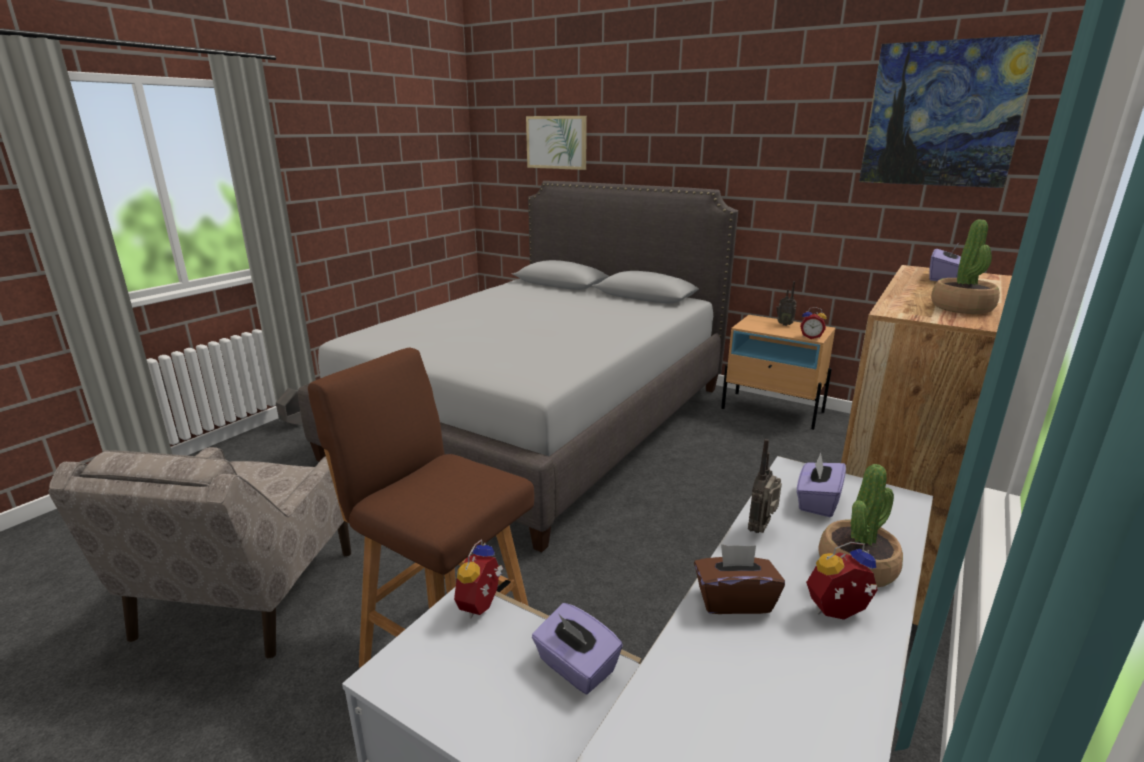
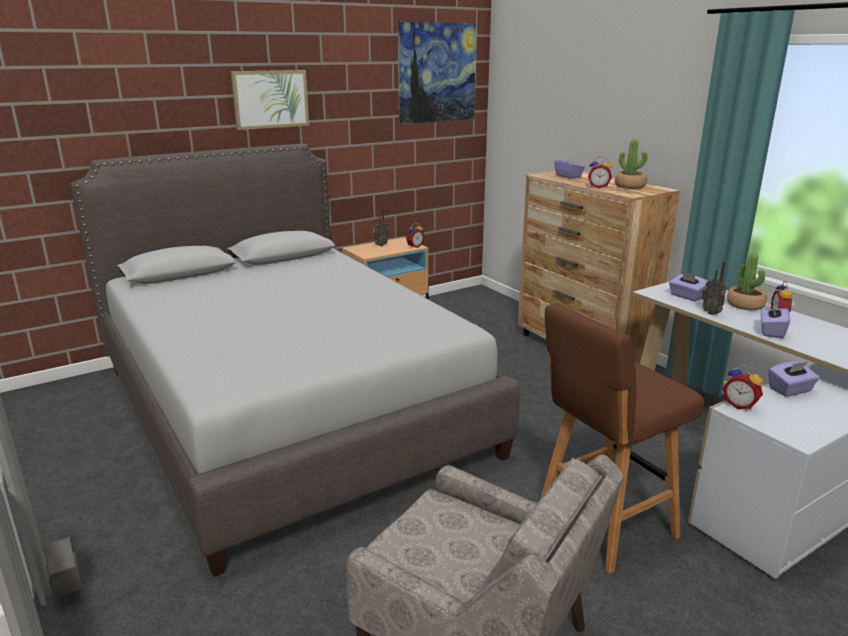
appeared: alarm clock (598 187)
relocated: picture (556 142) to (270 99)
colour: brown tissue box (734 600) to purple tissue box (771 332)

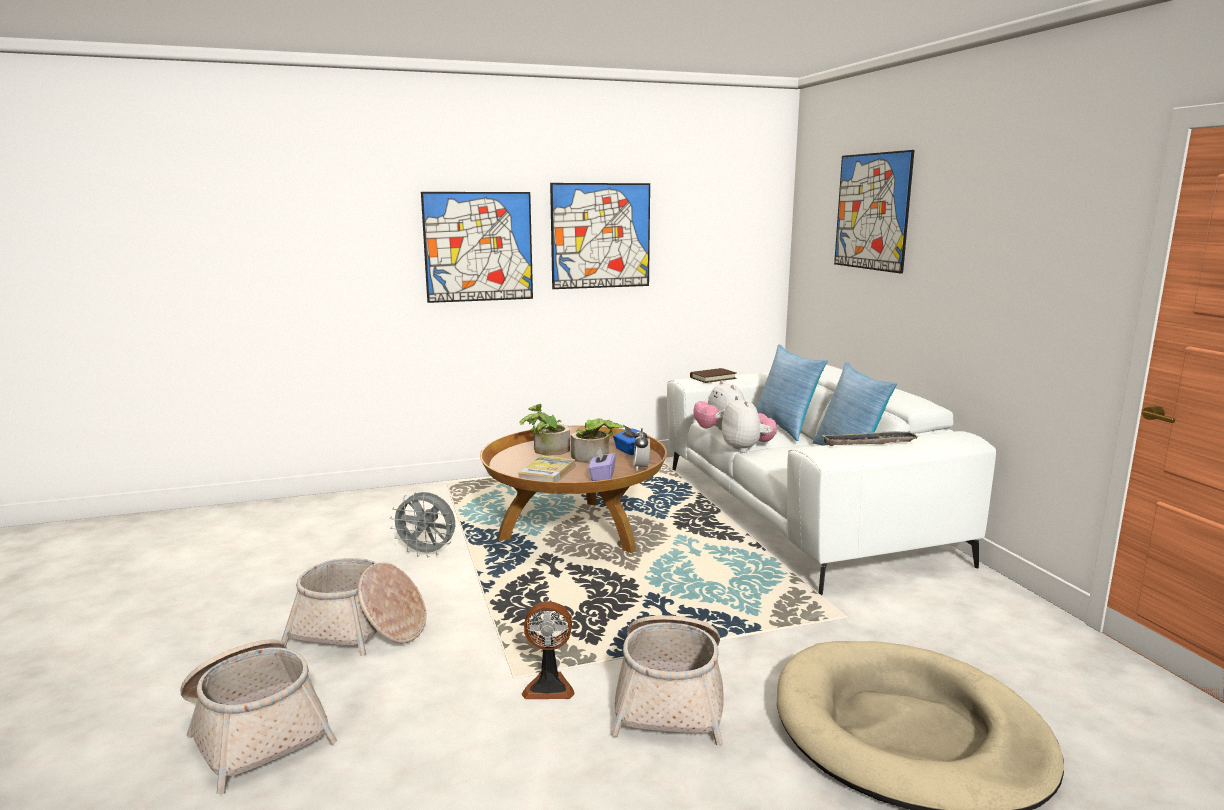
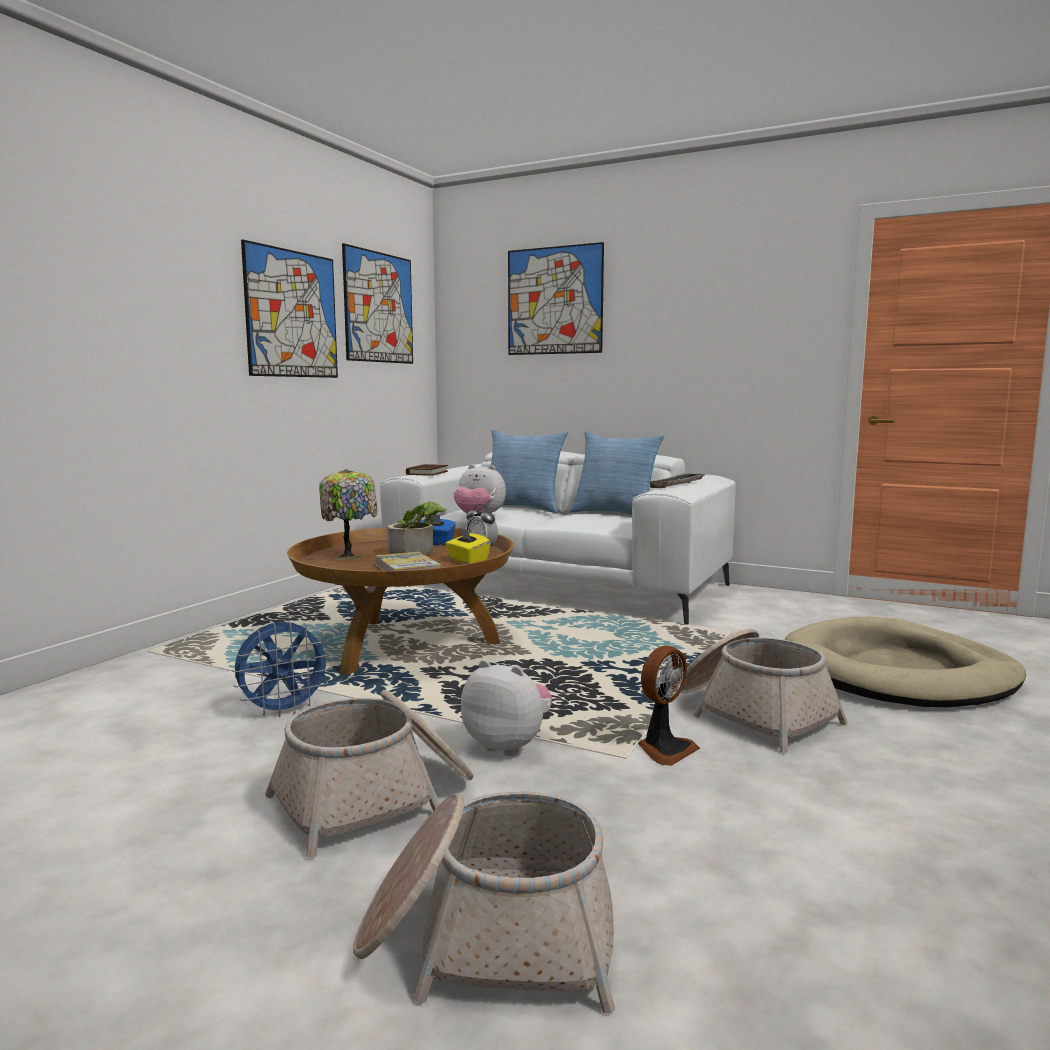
relocated: picture (478 247) to (379 307); plush toy (746 449) to (508 745)
exchanged: potted plant (546 450) to table lamp (350 557)
colour: grey fan (427 553) to blue fan (284 711); purple tissue box (602 477) to yellow tissue box (467 561)

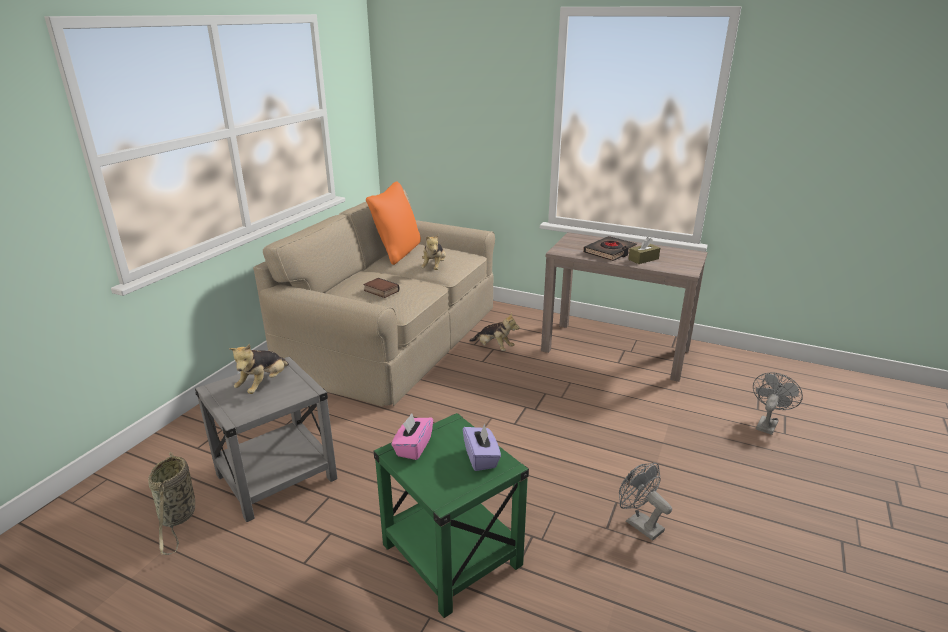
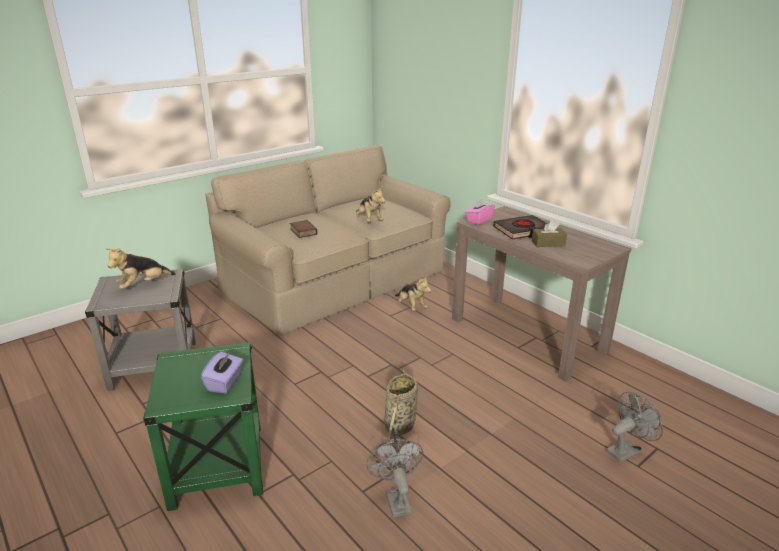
missing: orange pillow (397 252)
relocated: basket (178 517) to (399 428); pink tissue box (413 447) to (479 220)
spun: plush toy (434 267) = (369 220) 60 degrees counterclockwise

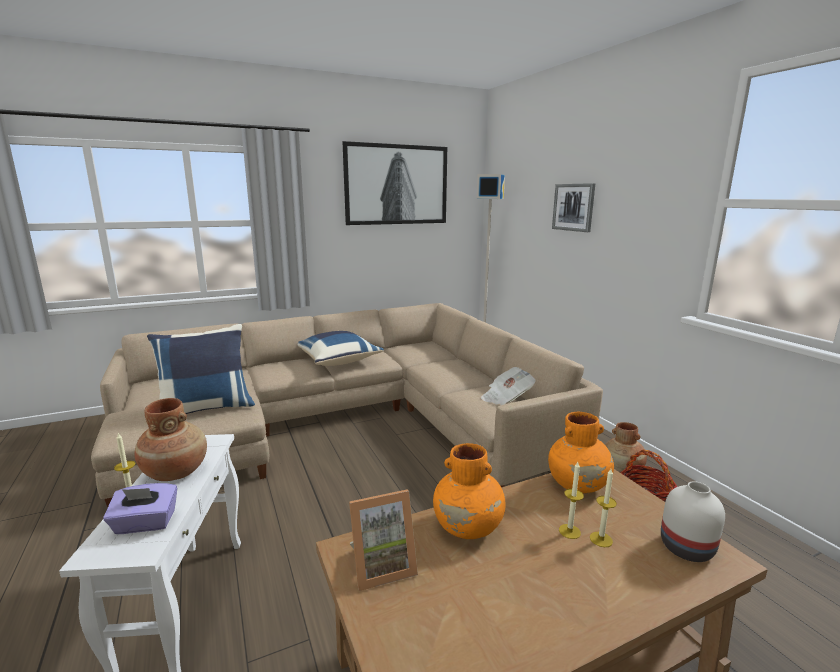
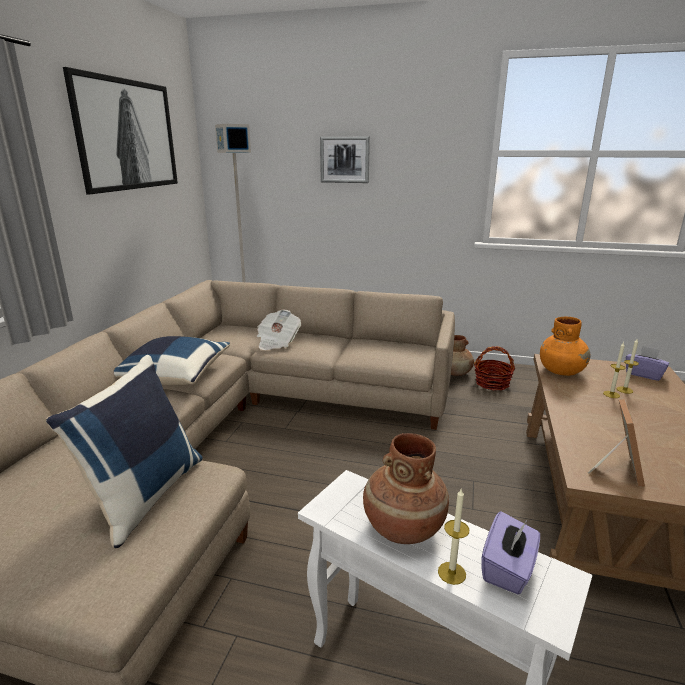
missing: orange vase (468 528)
relocated: newspaper (506 398) to (277 342)
exchanged: white vase (685 547) to purple tissue box (643 374)

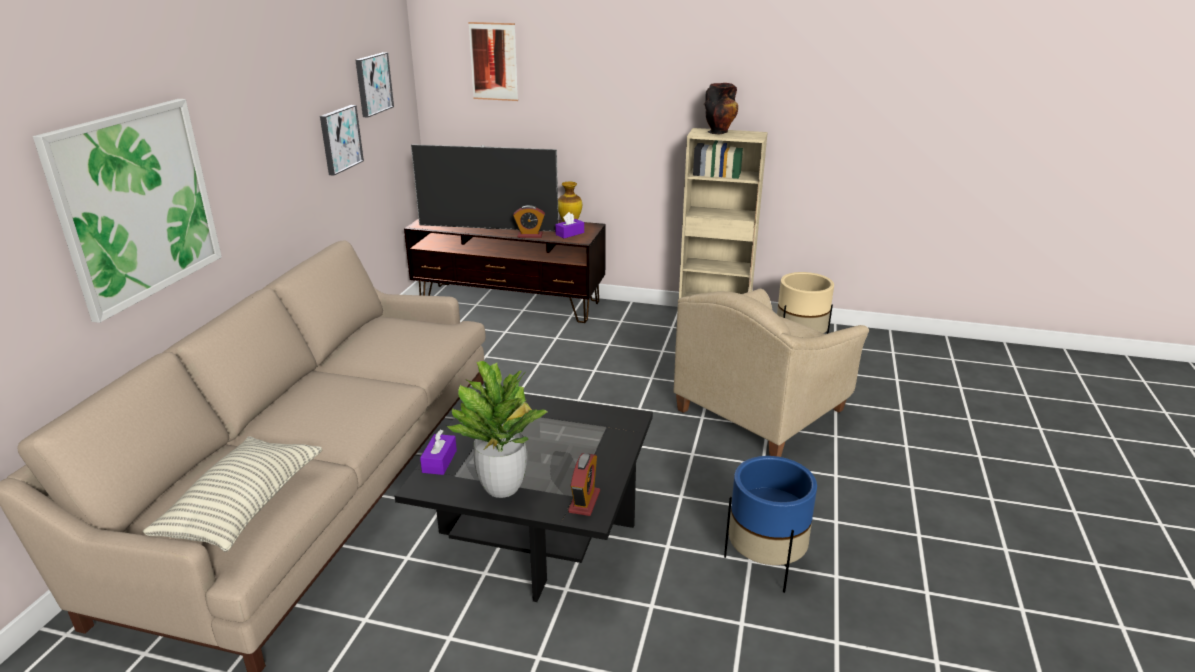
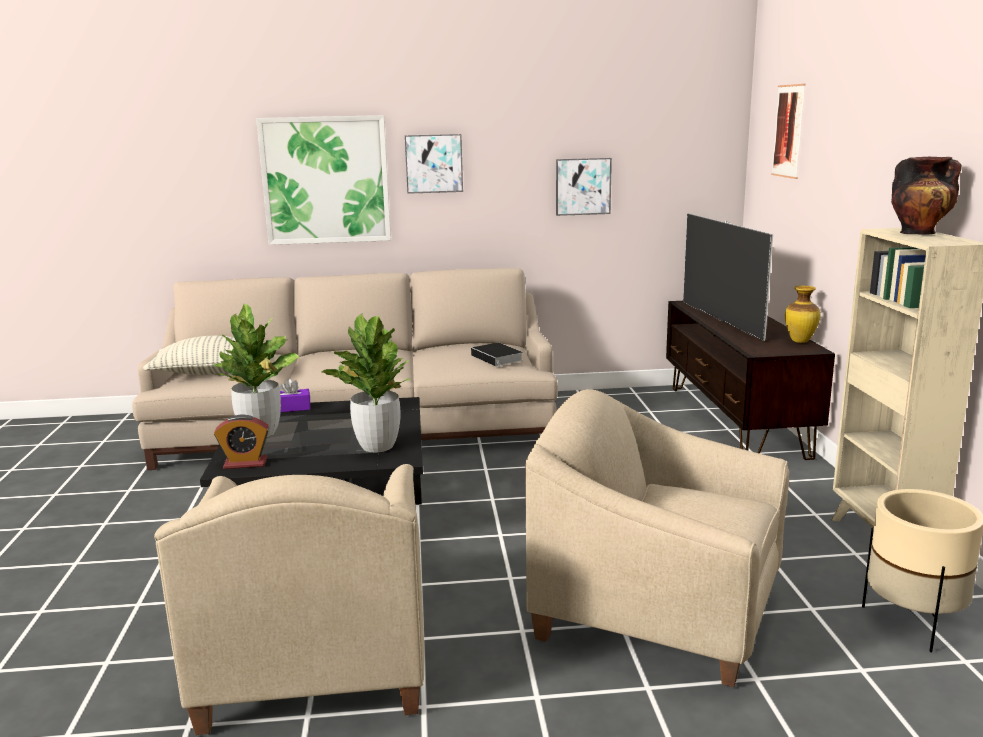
missing: alarm clock (530 235); purple tissue box (570 233)
appeared: potted plant (377 446); book (498 358)
relocated: picture (372 84) to (434 163)
exchanged: blue planter (764 563) to beige armchair (316 657)

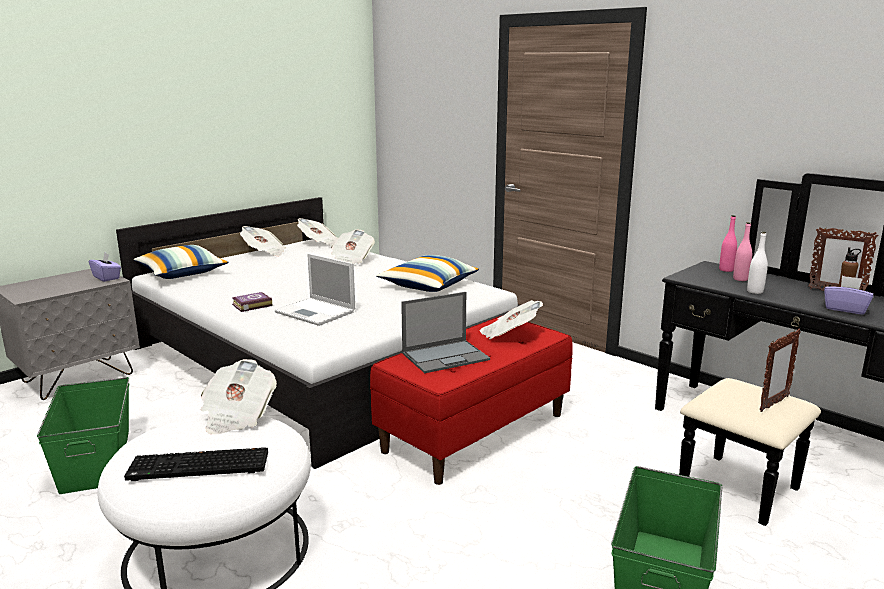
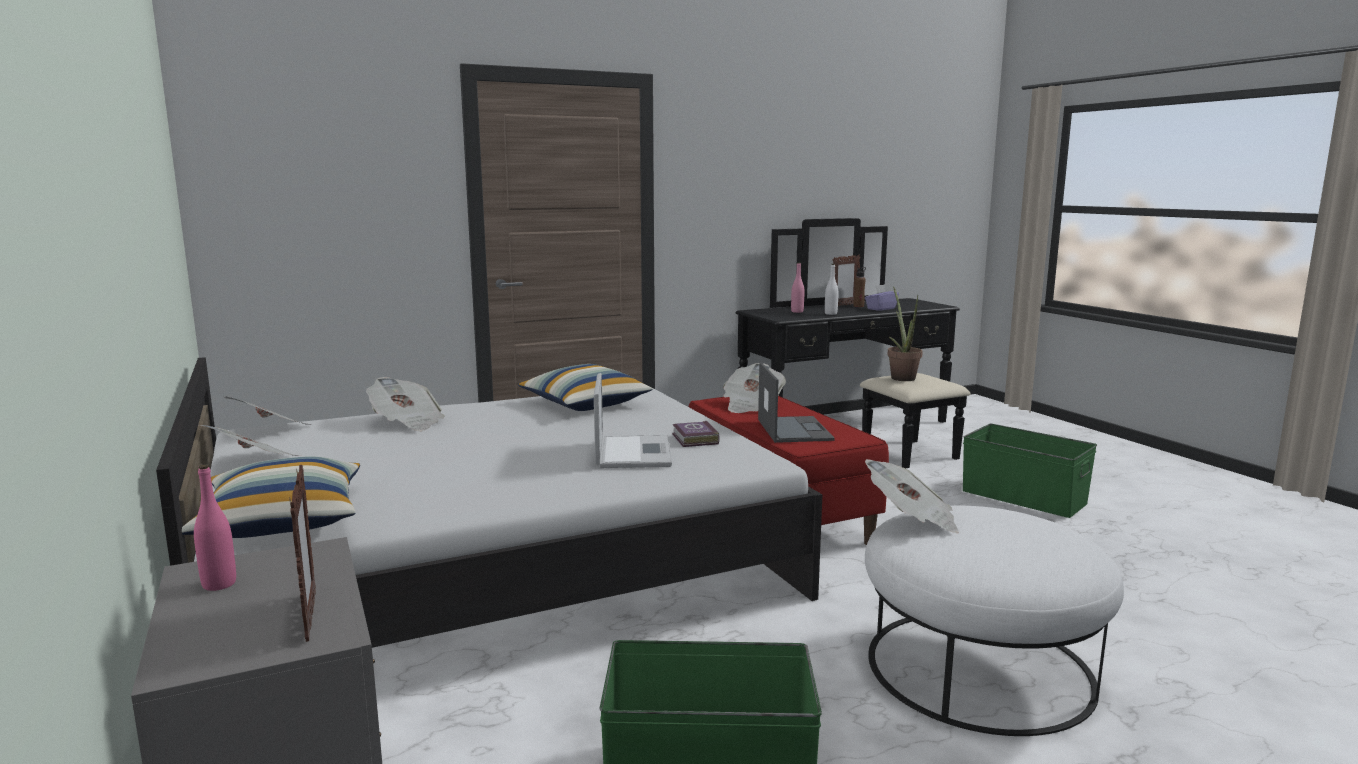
missing: purple tissue box (107 277); keyboard (197 467)
appeared: potted plant (901 377)
relocated: pink bottle (726 270) to (219 584); picture frame (773 404) to (310 617); book (251 305) to (694 439)
spun: laptop (316 312) = (632 452) 60 degrees counterclockwise

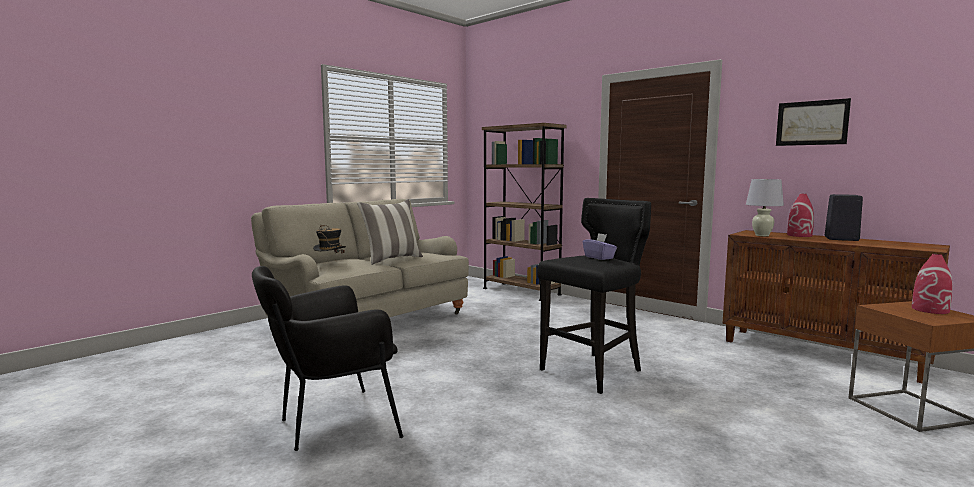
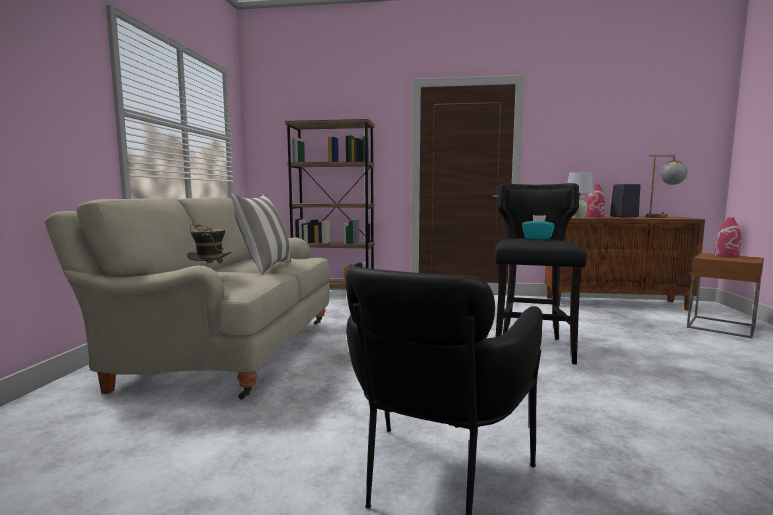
missing: picture (811 123)
appeared: table lamp (663 217)
colour: purple tissue box (599 257) to turquoise tissue box (537 238)

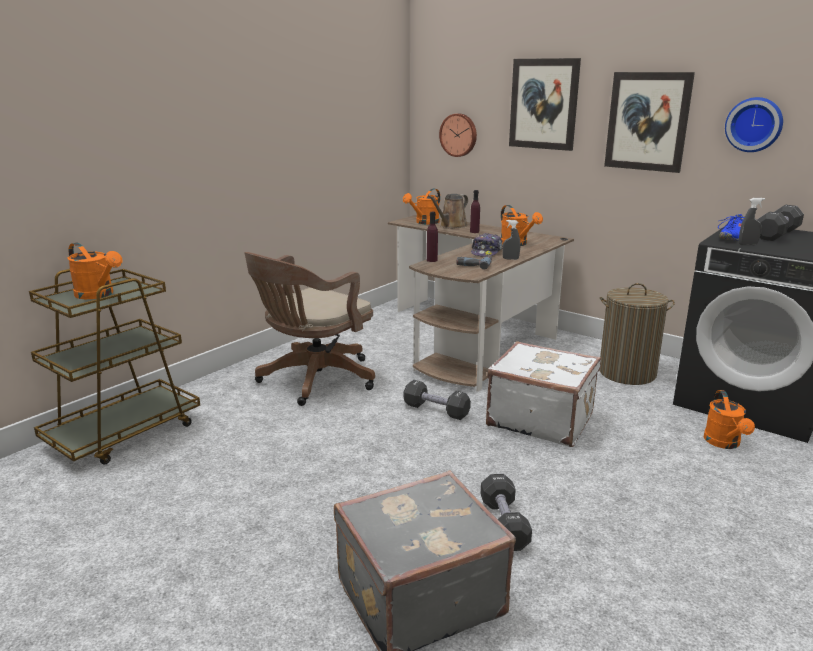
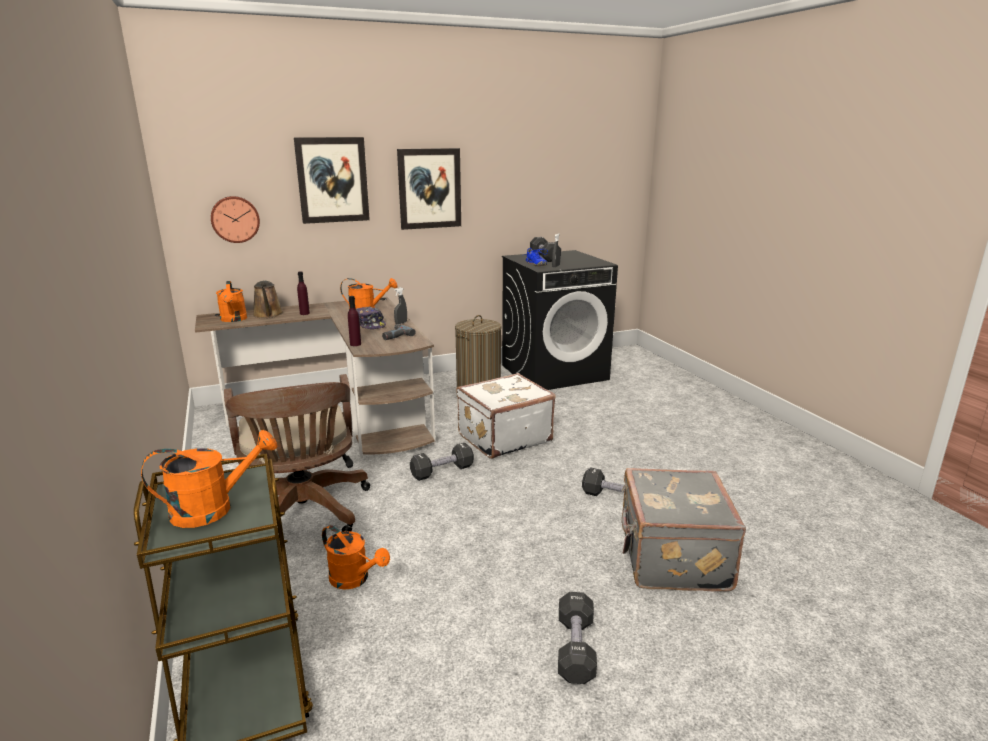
missing: wall clock (754 124)
appeared: black dumbbell (575 649)
relocated: orange watering can (724 443) to (355 579)

